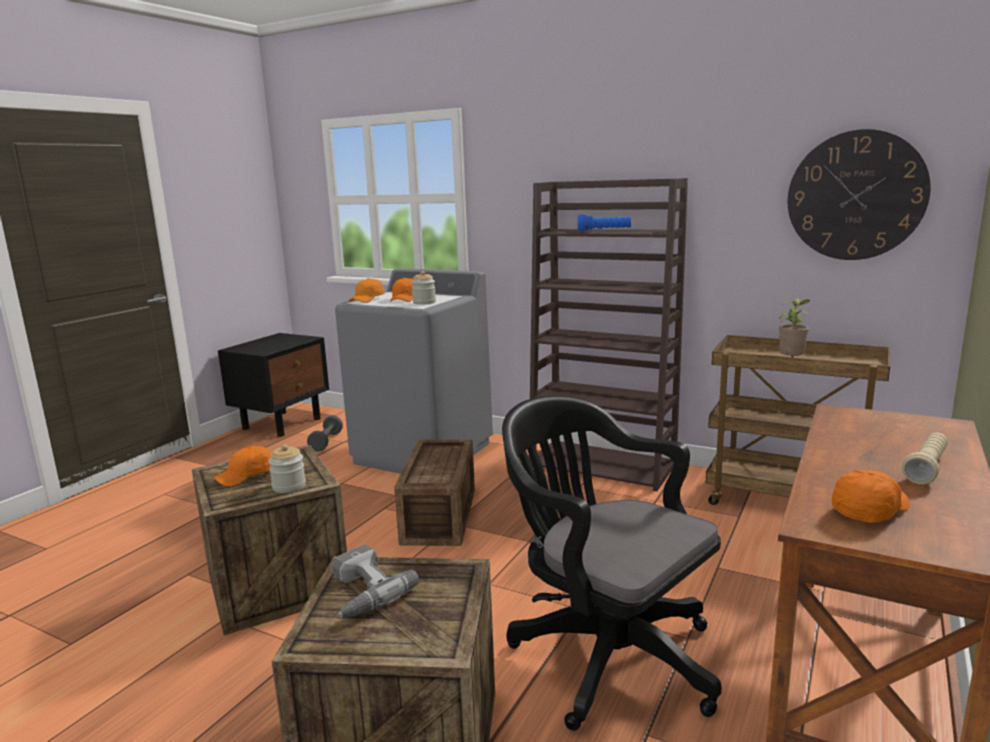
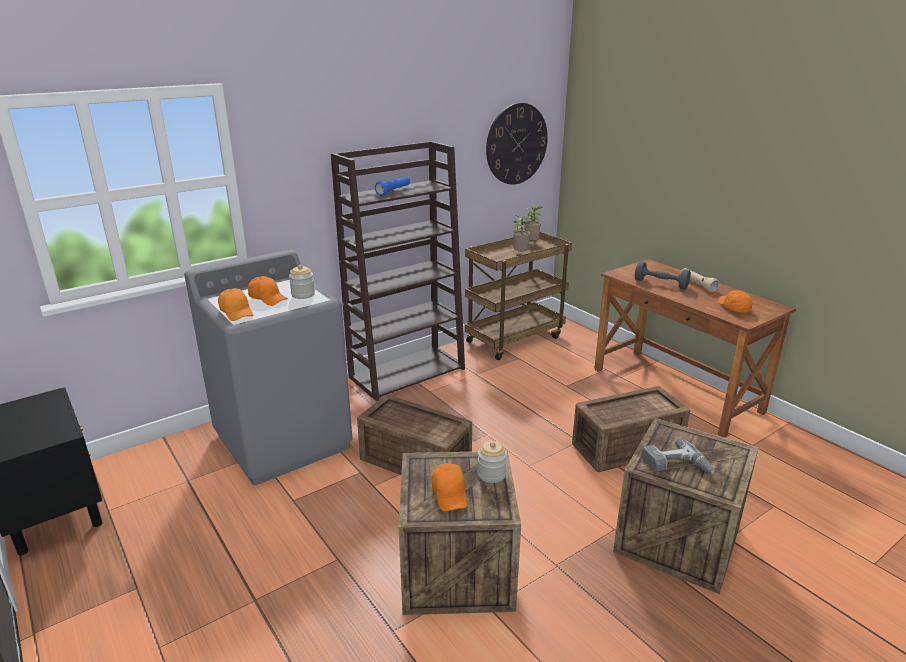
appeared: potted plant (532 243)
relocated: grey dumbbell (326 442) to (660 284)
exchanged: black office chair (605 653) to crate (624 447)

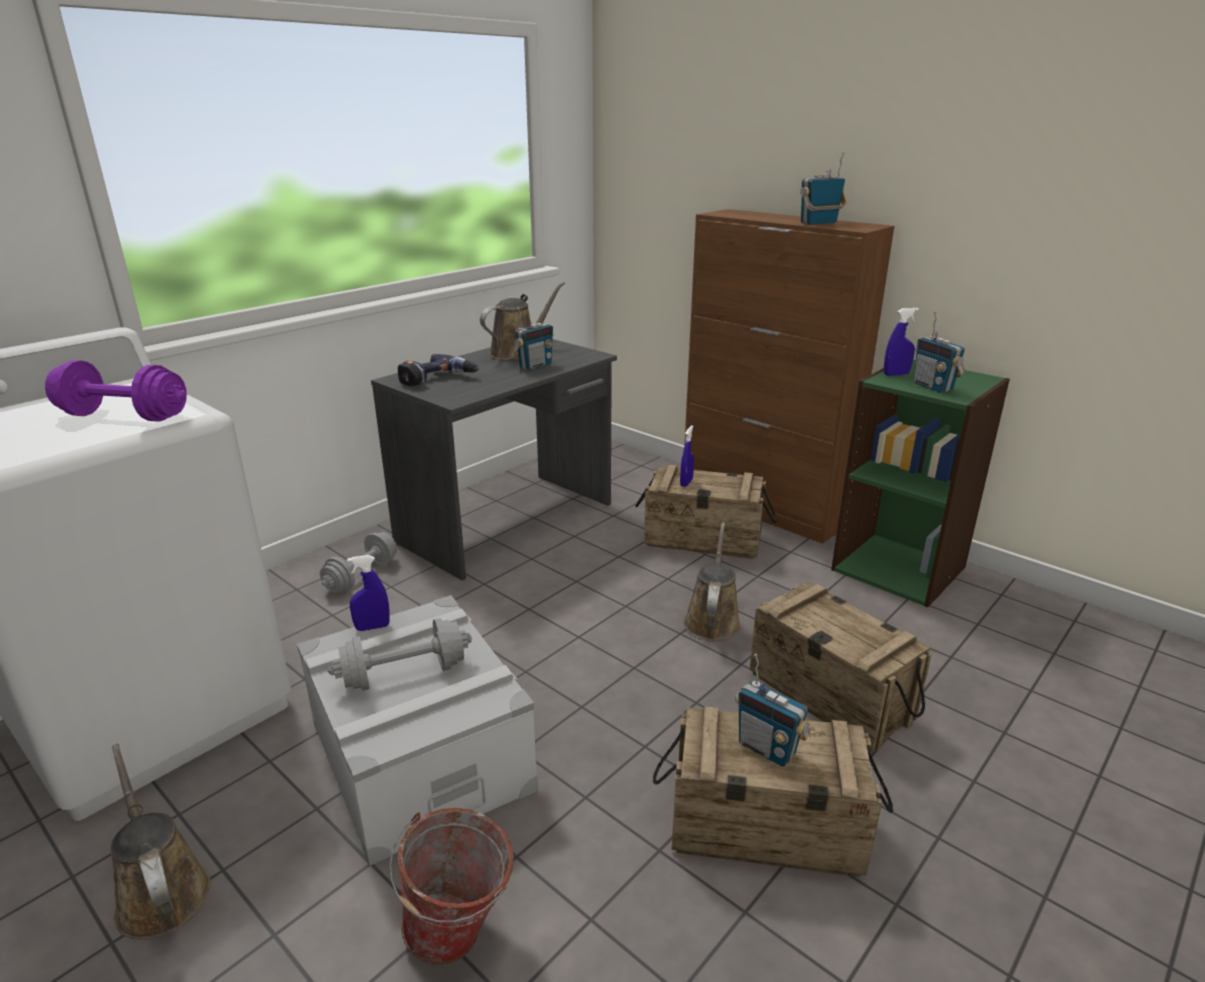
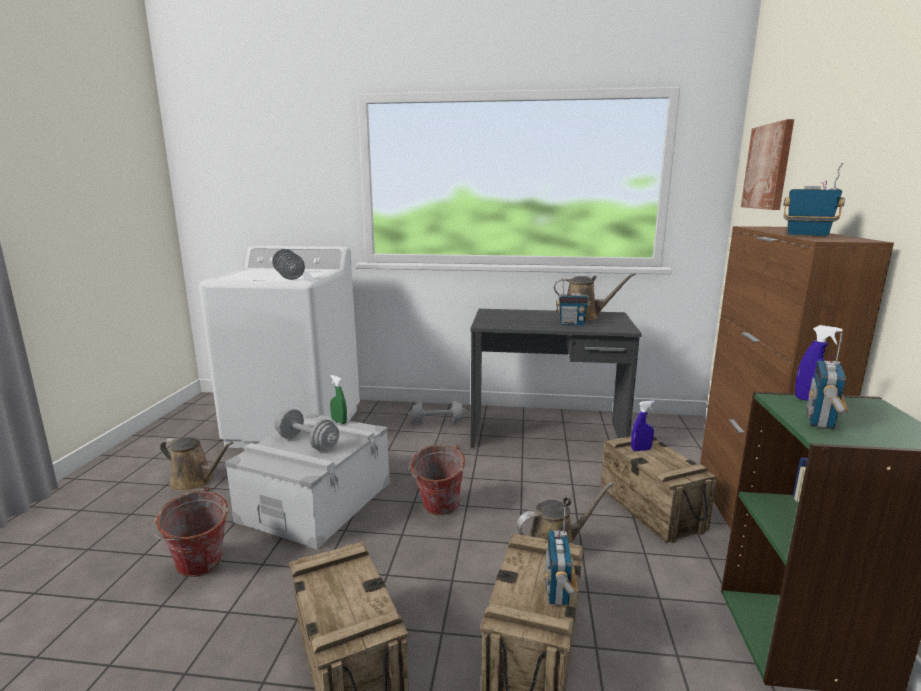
missing: power drill (438 380)
appeared: bucket (437 510); picture (768 167)
relocated: radio (767 748) to (558 591)
colour: purple dumbbell (124 416) to grey dumbbell (289 276); blue spray bottle (372 627) to green spray bottle (339 421)
spun: brown watering can (161 892) = (195 481) 90 degrees clockwise

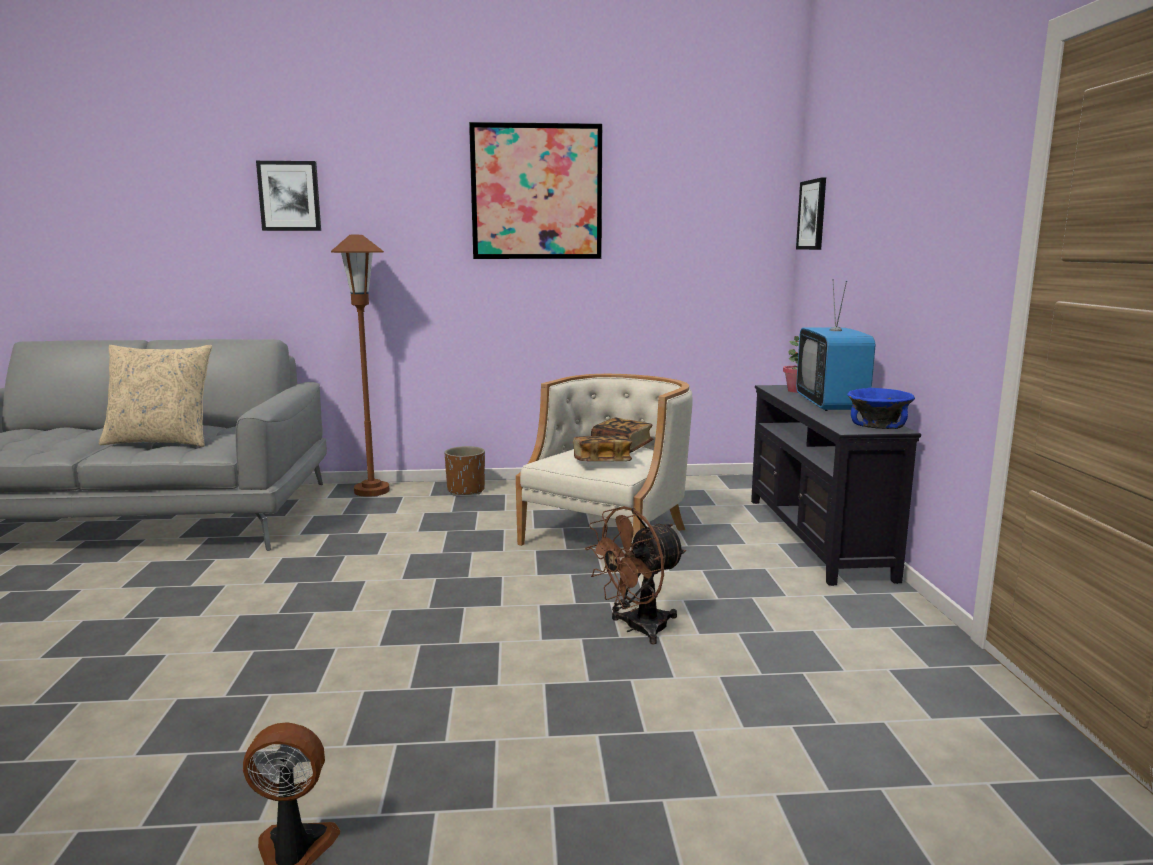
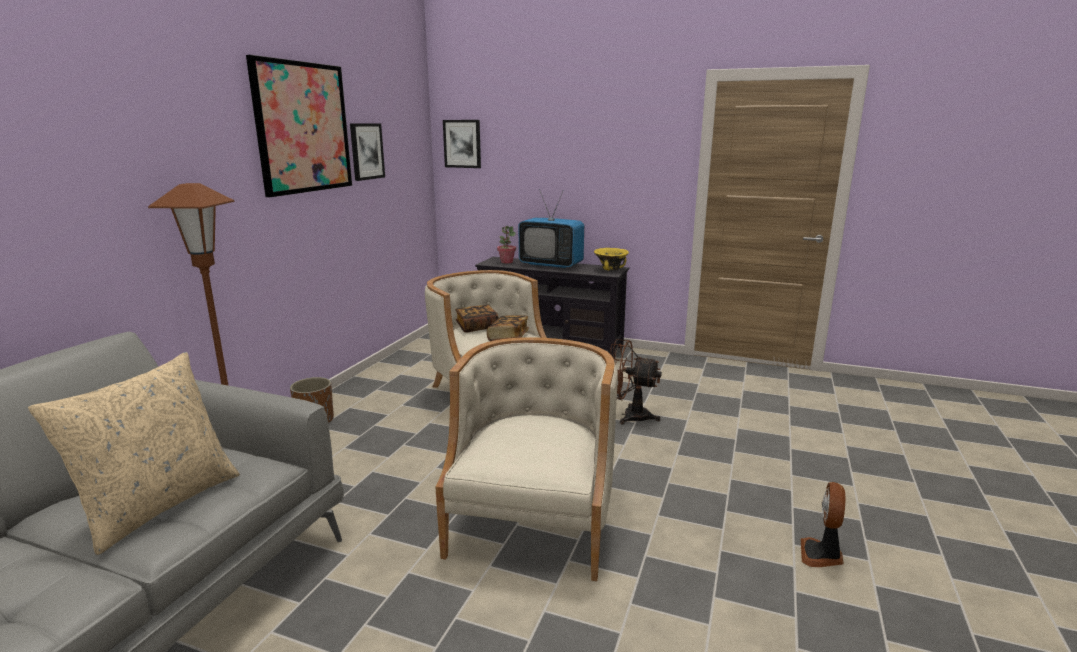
appeared: beige armchair (534 520)
relocated: picture (289 196) to (366 151)
colour: blue bowl (877 427) to yellow bowl (610 269)
spun: brown fan (637 629) = (629 416) 120 degrees clockwise

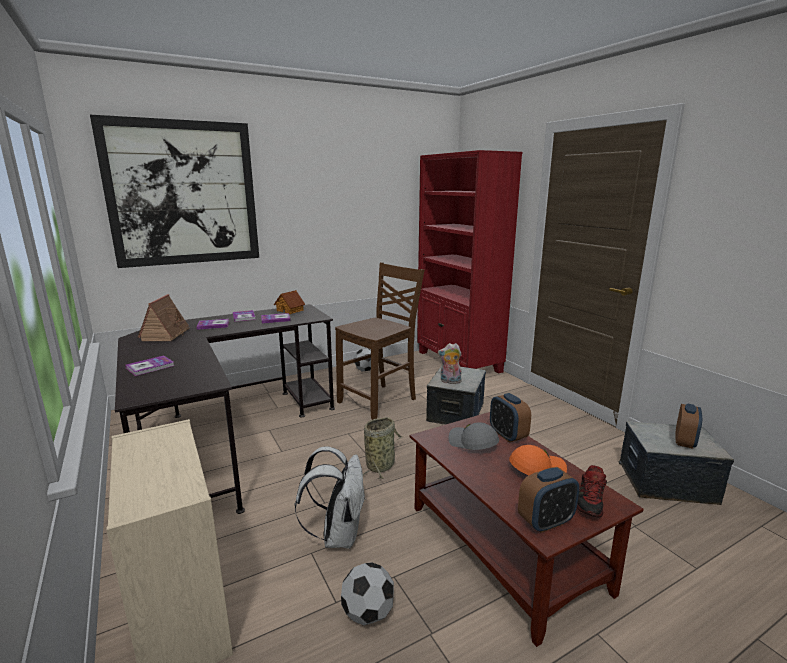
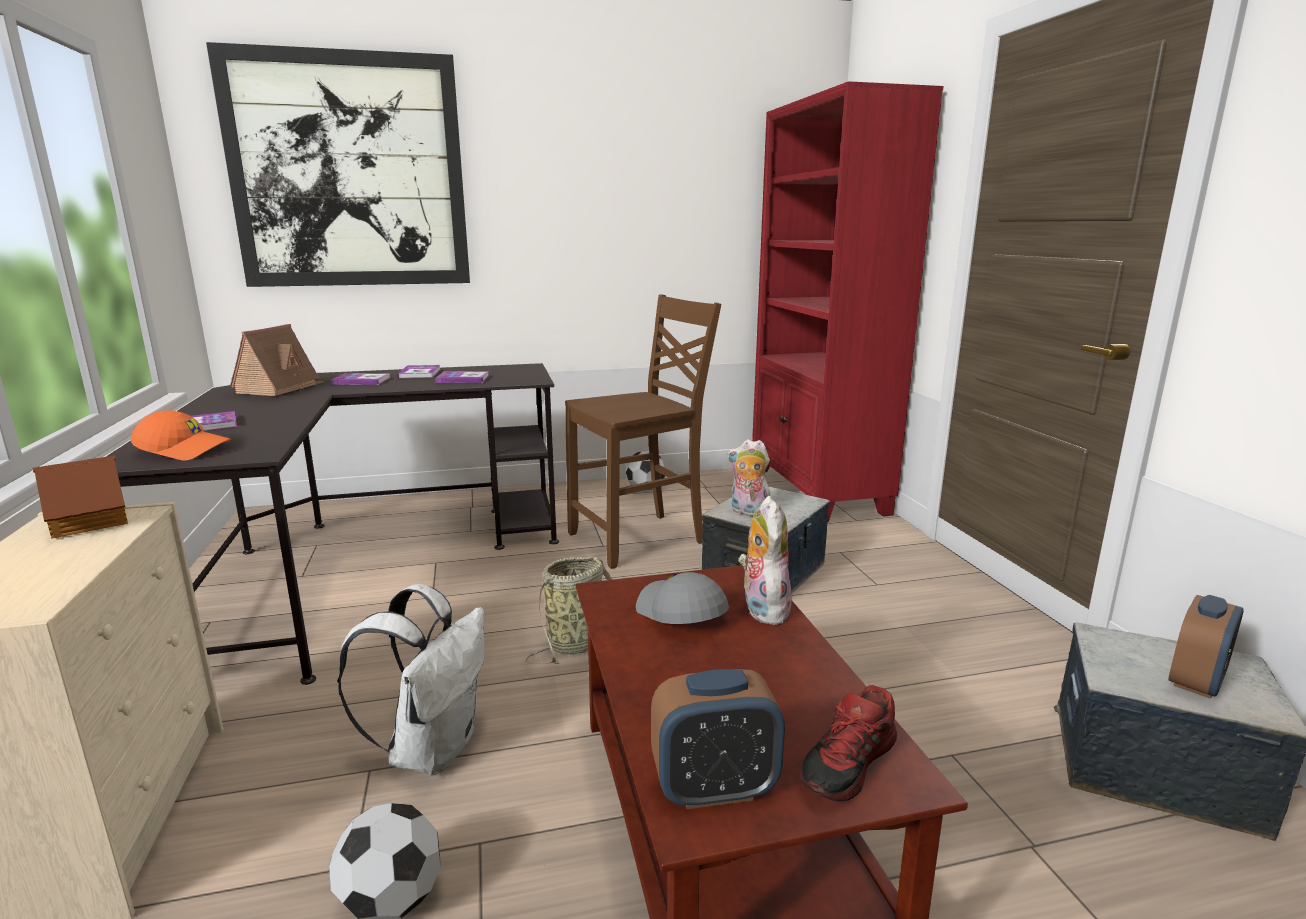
relocated: toy house (290 310) to (91 520); orange cap (536 469) to (185 450)
exchanged: alarm clock (507 435) to plush toy (762 608)

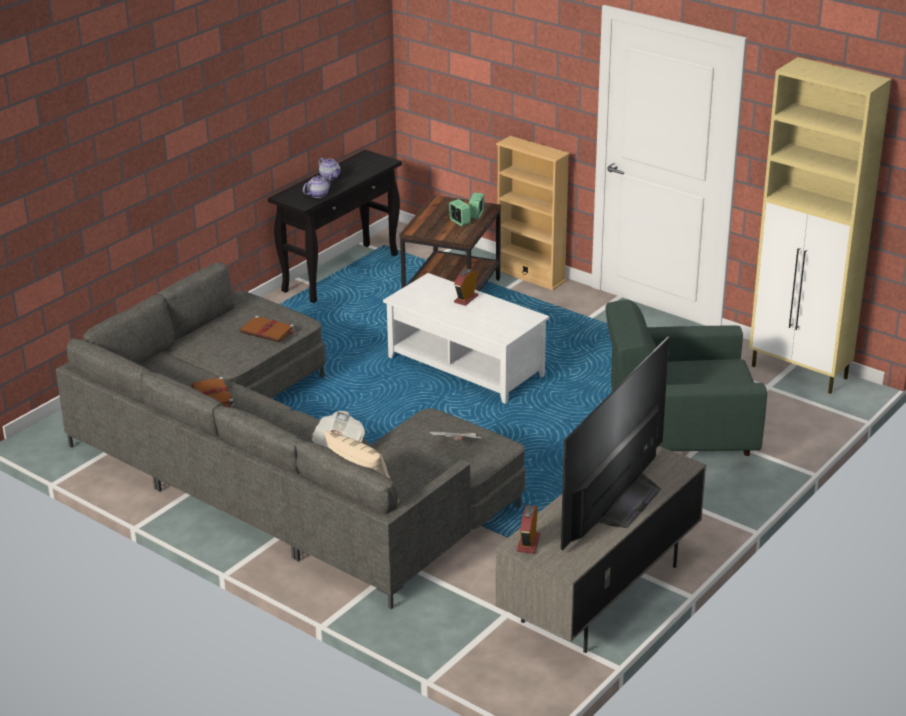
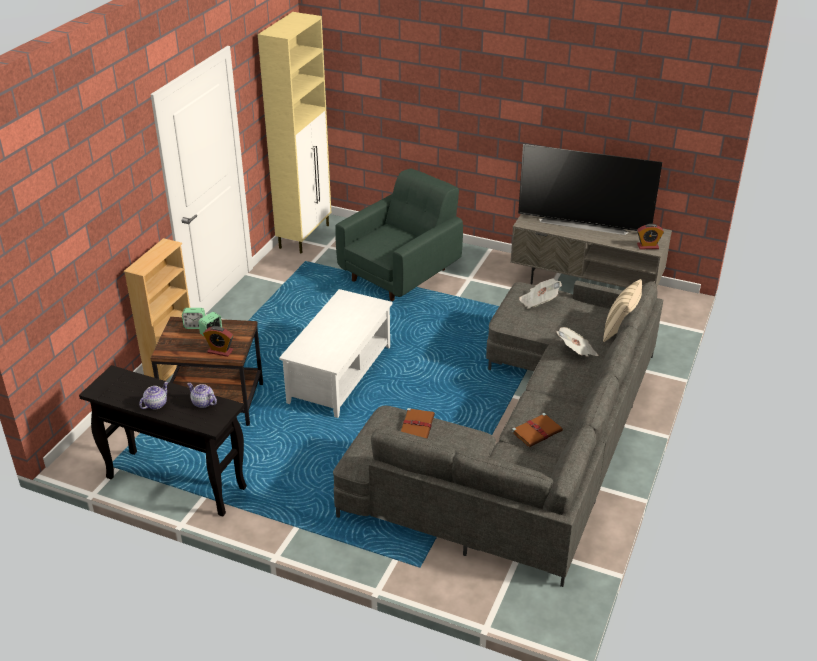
relocated: alarm clock (466 299) to (220 351)
spun: green armchair (678 435) = (401 274) 120 degrees counterclockwise

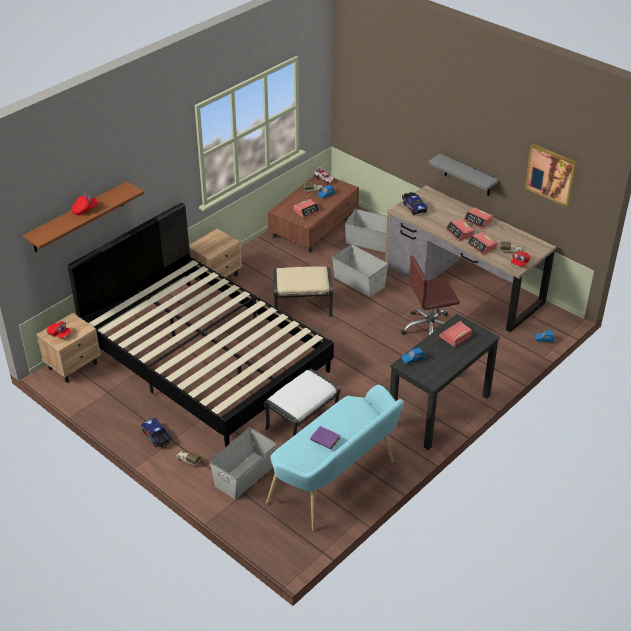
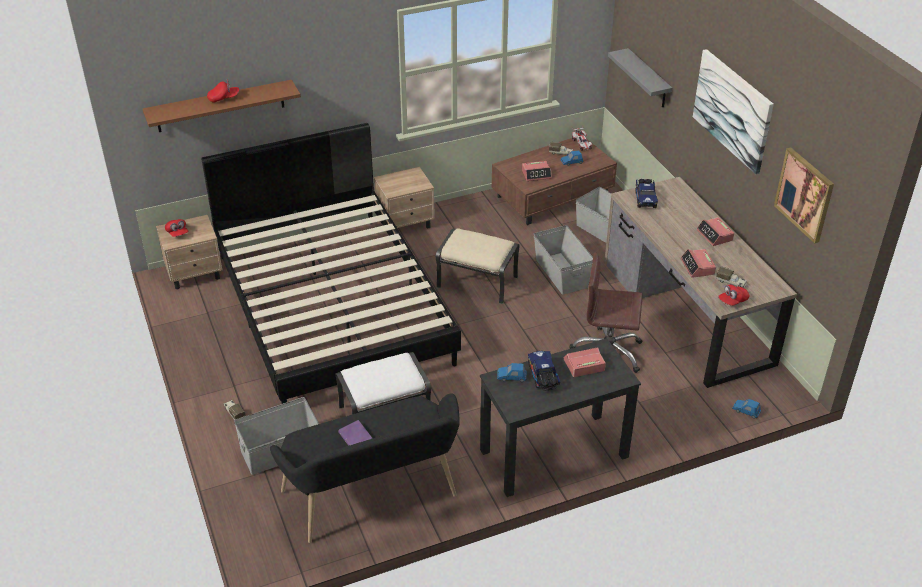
missing: alarm clock (459 233)
appeared: picture (732 110)
relocated: toy truck (157 437) to (543 377); grey shelf (467 175) to (648 79)
colour: turquoise bench (337 484) to black bench (374 498)

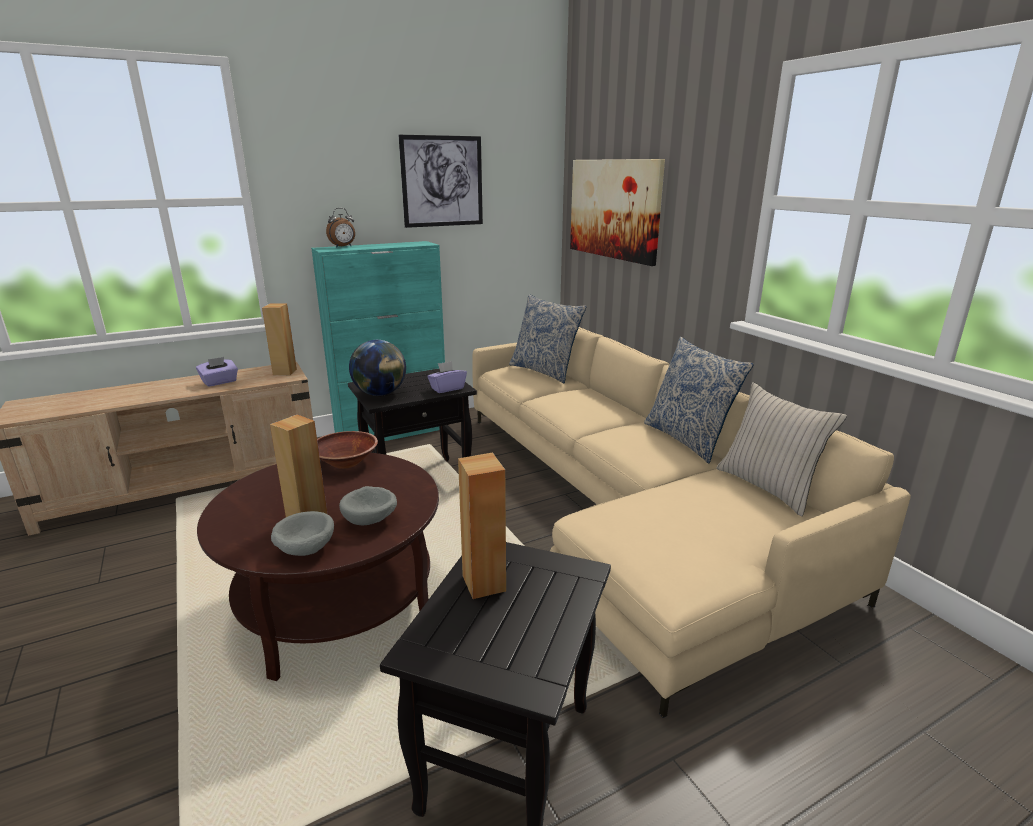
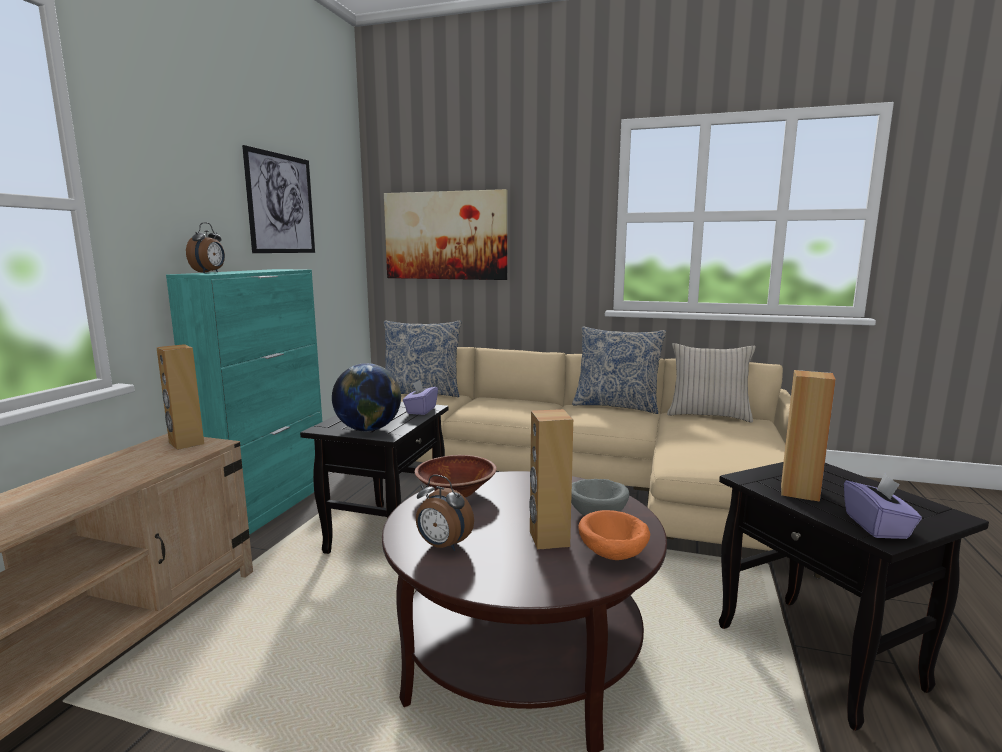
appeared: alarm clock (442 546)
relocated: purple tissue box (220 382) to (877 526)
colour: grey bowl (305 549) to orange bowl (612 555)

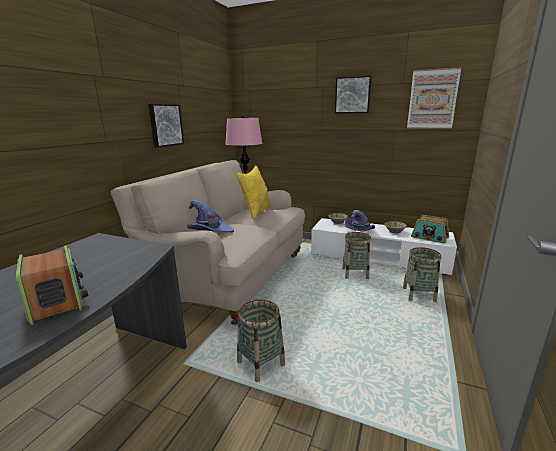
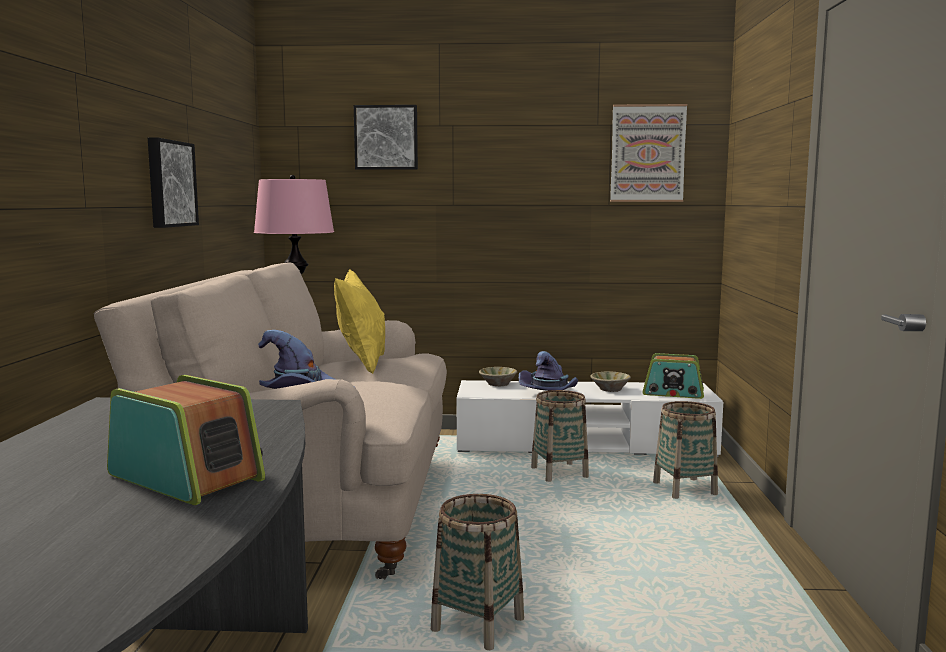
relocated: picture (352 95) to (386 137)

